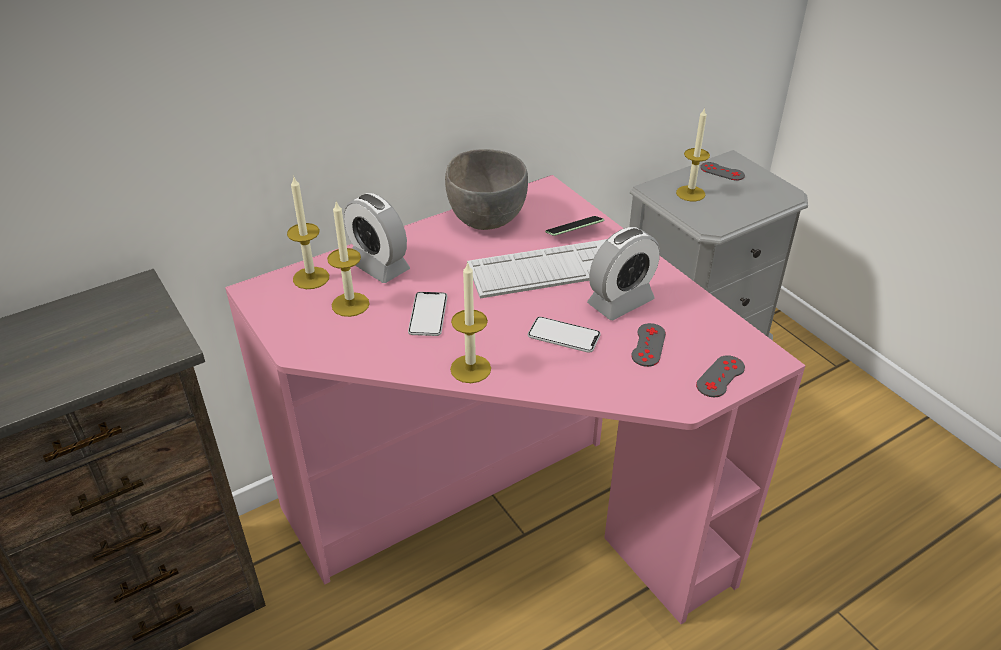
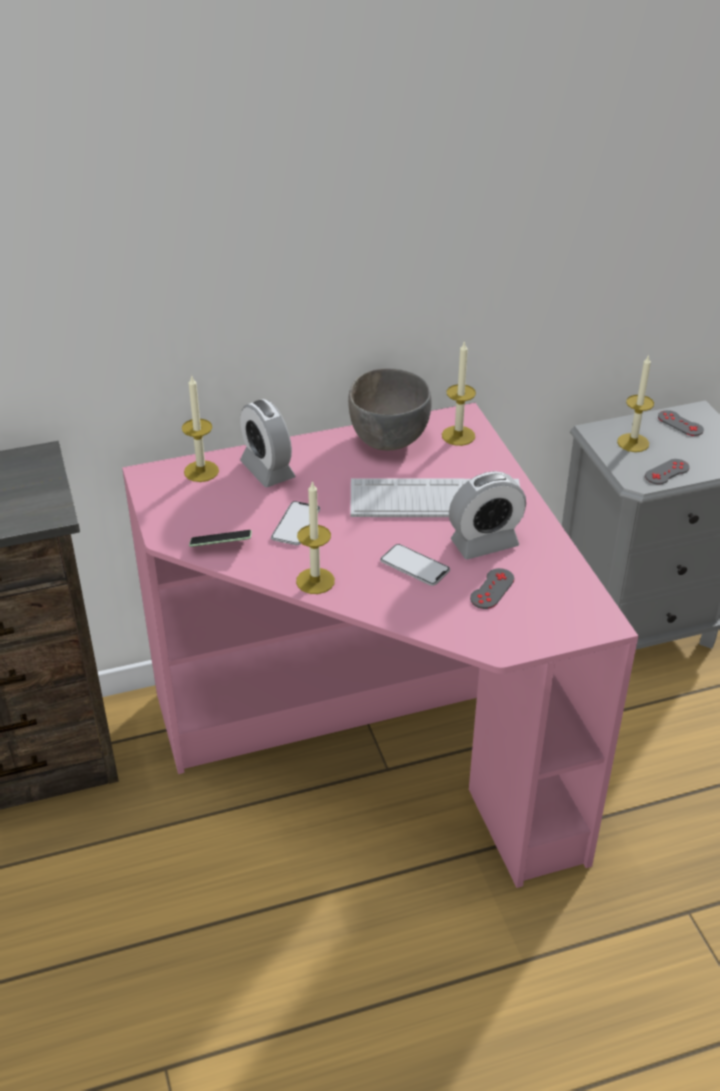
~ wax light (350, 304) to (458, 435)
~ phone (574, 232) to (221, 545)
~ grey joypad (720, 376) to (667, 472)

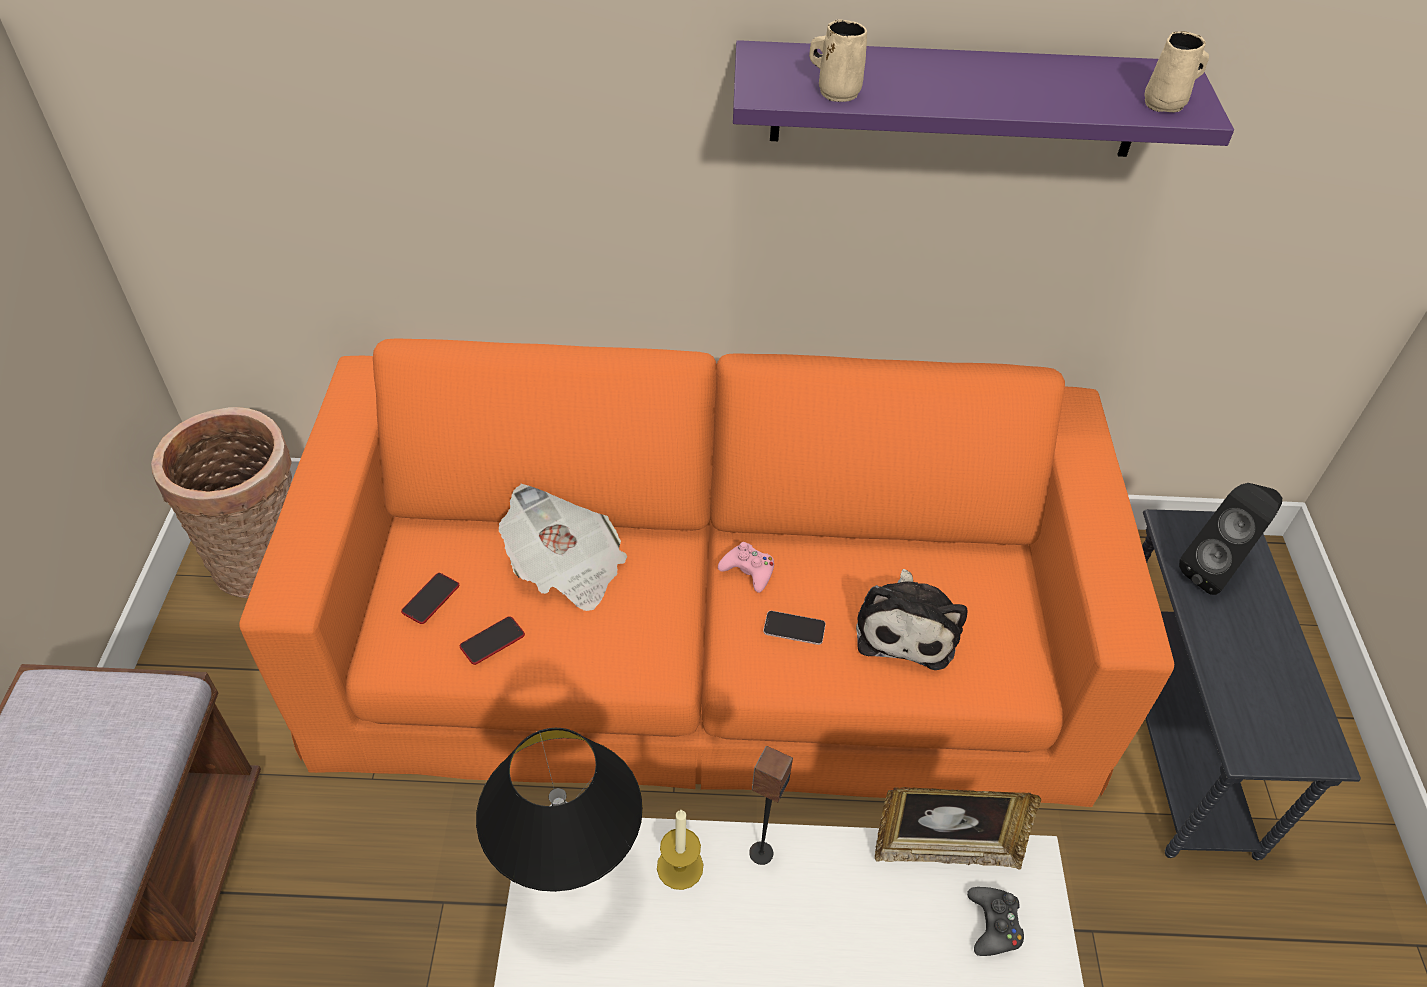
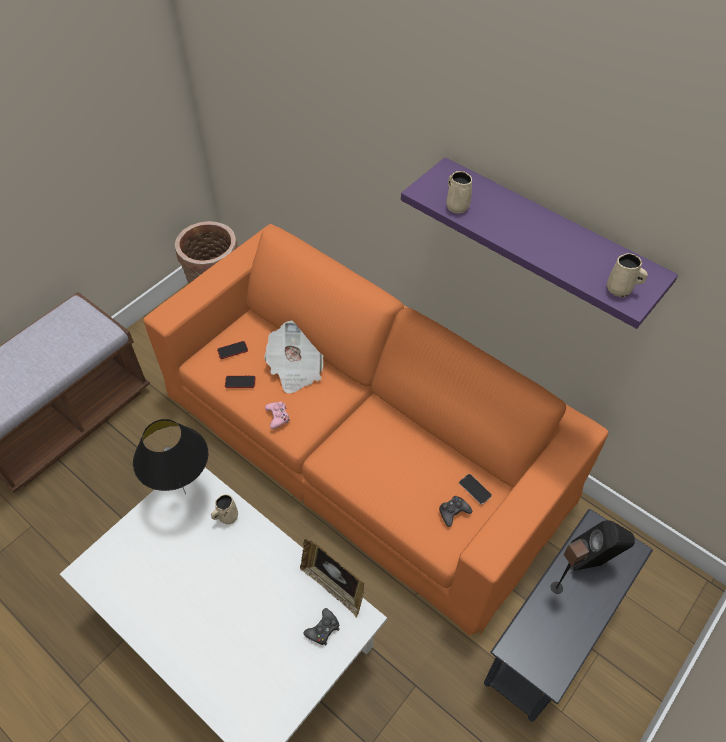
~ pinkish joypad (748, 571) to (278, 416)
- soft toy (907, 627)
~ phone (794, 628) to (475, 489)
~ loudspeaker (760, 852) to (556, 587)
~ wax light (680, 867) to sand-coloured coffee mug (227, 517)
+ blackish joypad (453, 512)

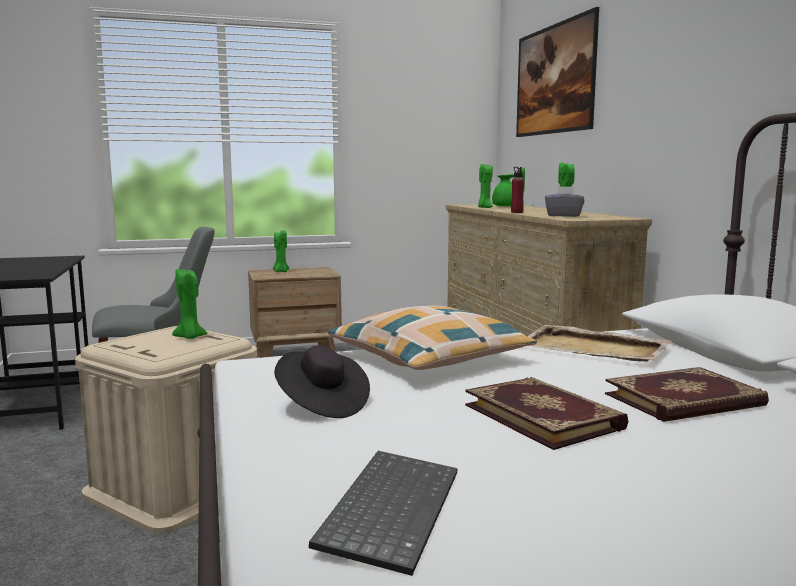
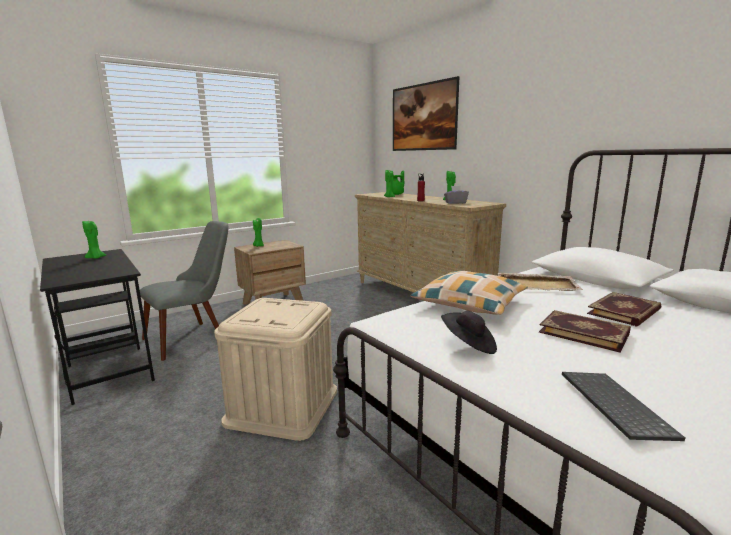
~ greenish wax light (190, 337) to (96, 258)

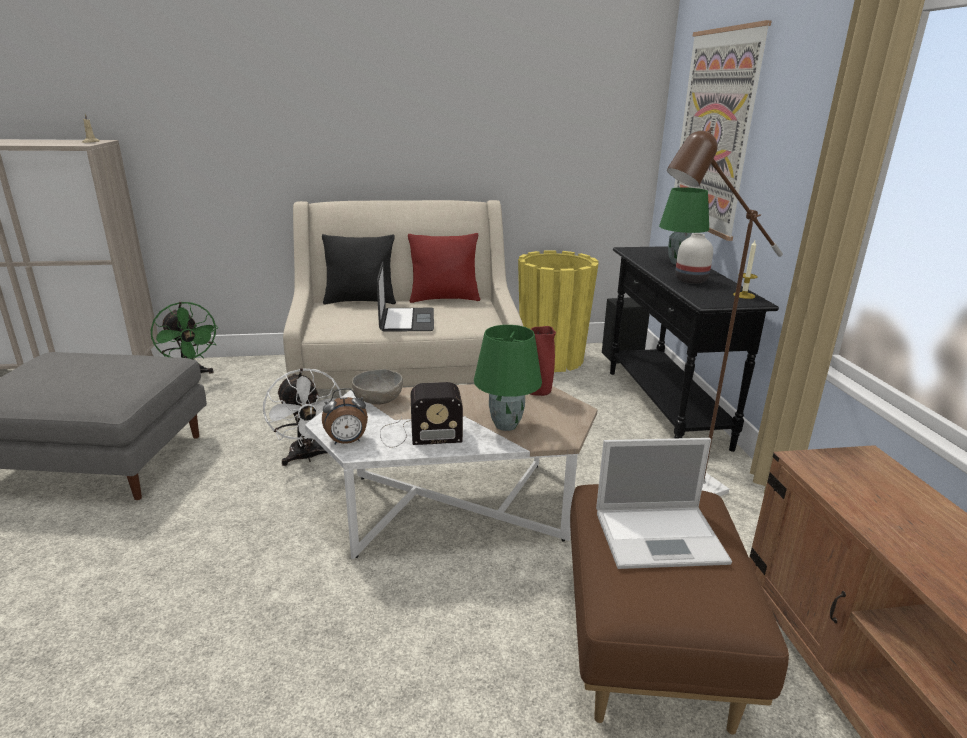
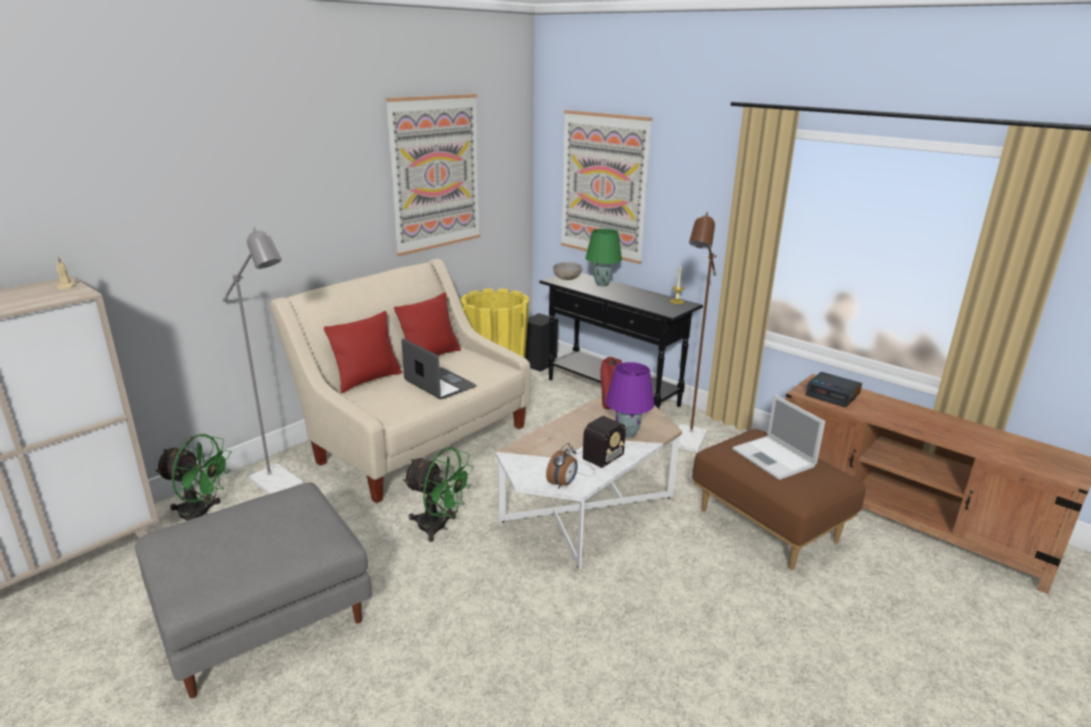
- white-coloured decorative vase (690, 280)
~ blackish cushion (360, 301) to red cushion (367, 380)
~ greenish tabletop lamp (505, 426) to purple tabletop lamp (627, 434)
~ white-coloured cooling fan (308, 457) to greenish cooling fan (439, 527)
~ grey bowl (378, 399) to (567, 278)
~ laptop (662, 536) = (774, 458) 105 degrees clockwise
+ wall picture (435, 173)
+ grey standard lamp (281, 486)
+ table clock (833, 395)

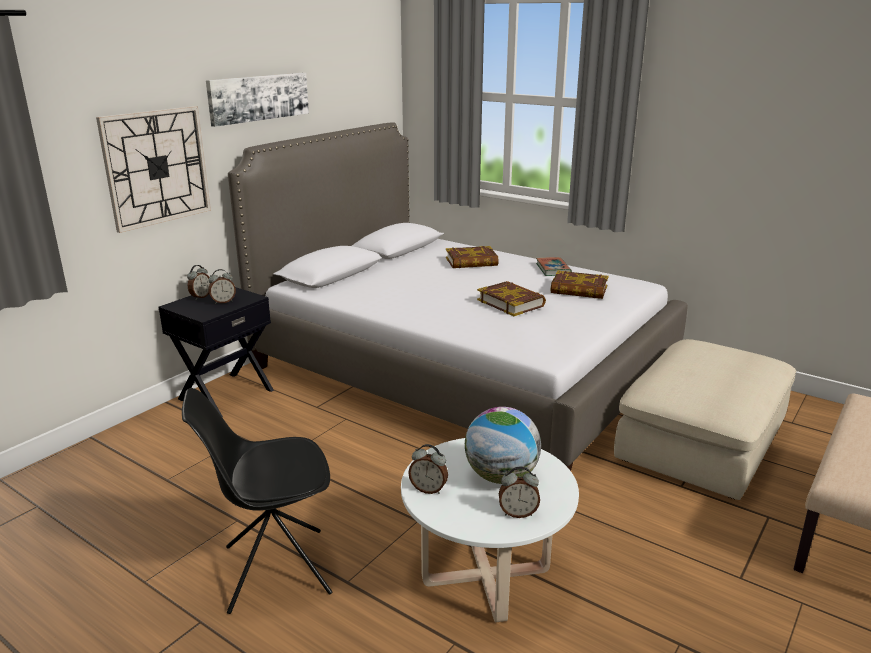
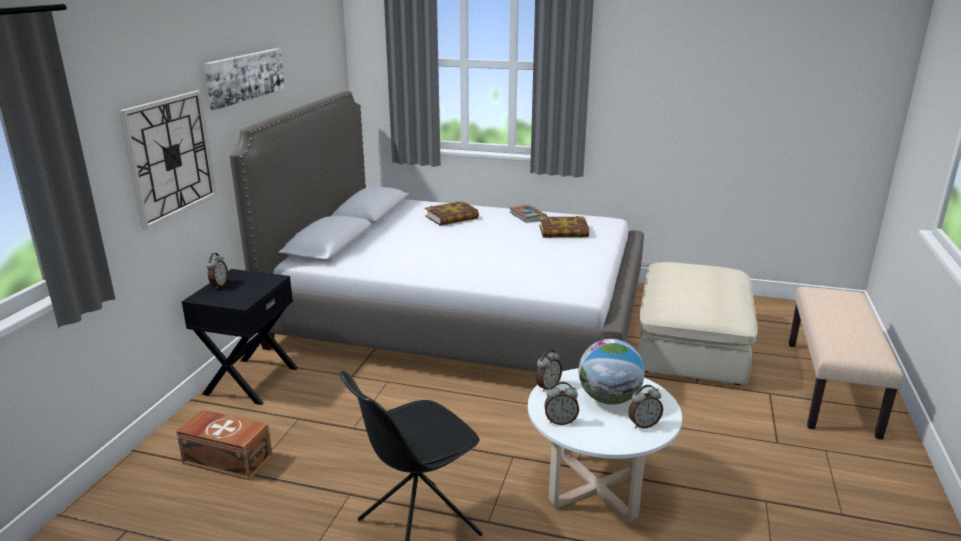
~ table clock (223, 302) to (547, 386)
- book (511, 303)
+ brown storage box (227, 458)

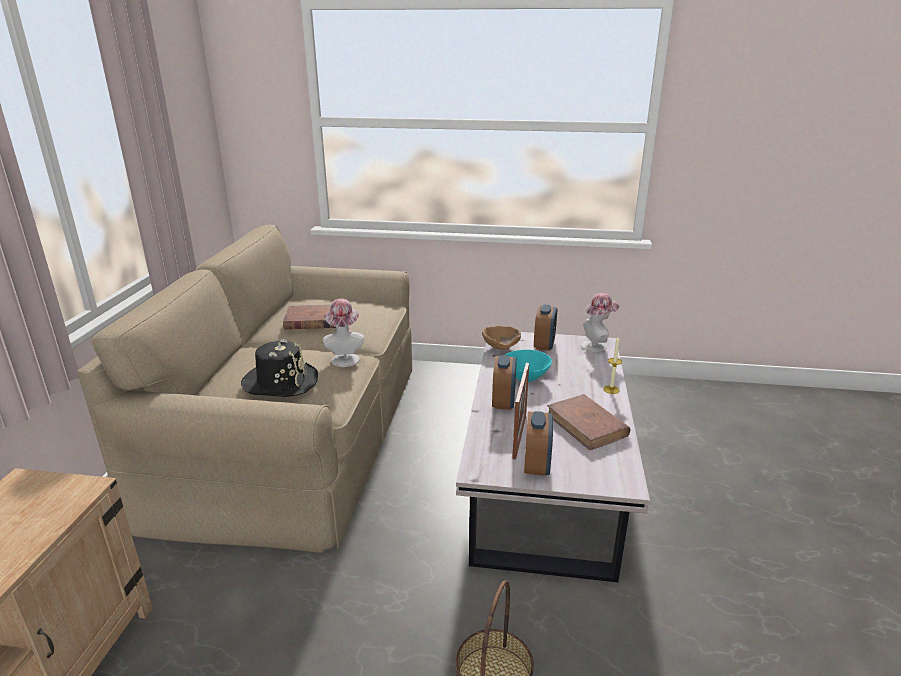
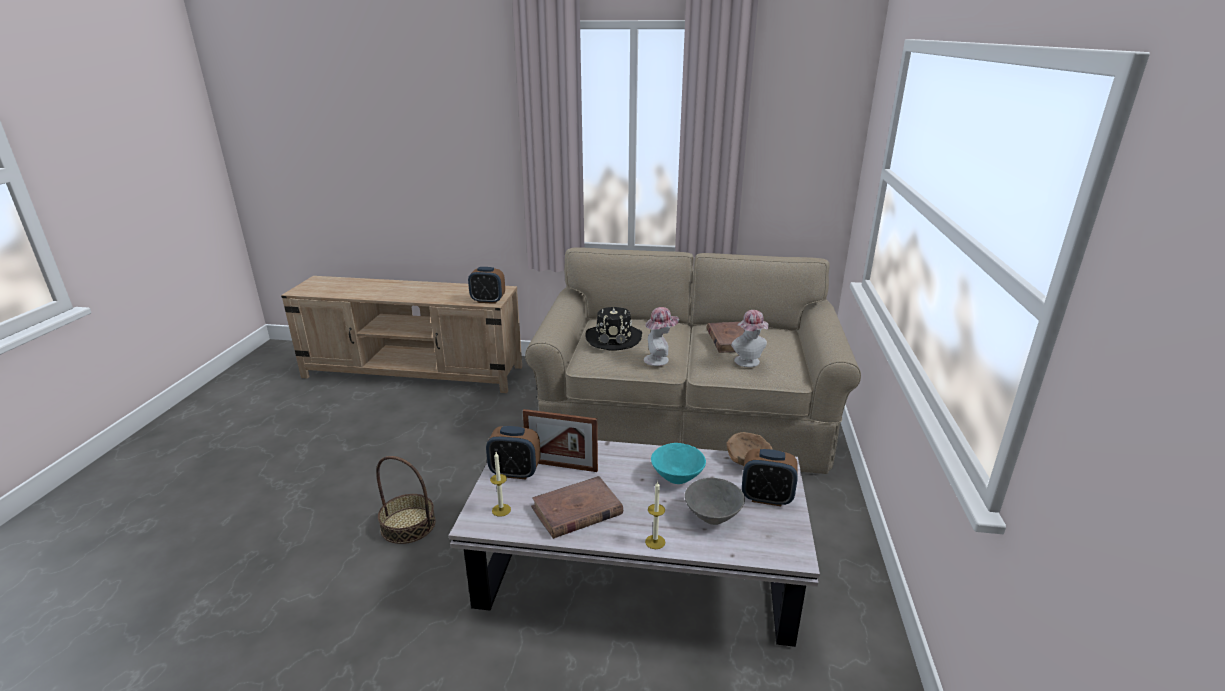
~ hat (596, 345) to (748, 363)
~ table clock (503, 402) to (488, 300)
+ wax light (501, 510)
+ grey bowl (712, 517)

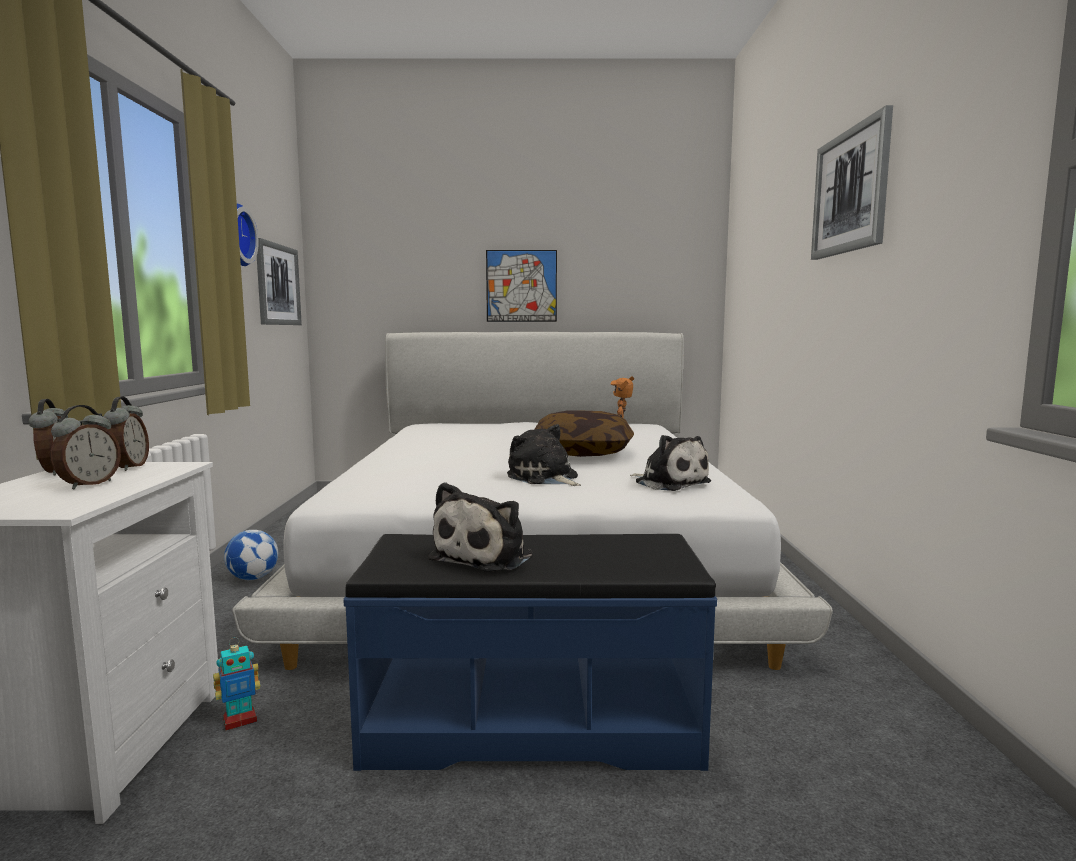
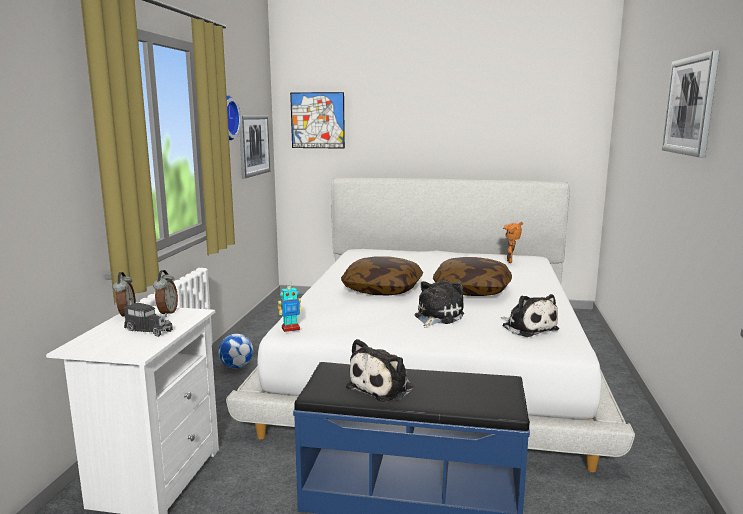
~ wall picture (521, 286) to (317, 120)
~ table clock (88, 484) to model truck (147, 329)
~ soft toy (544, 478) = (437, 317) 60 degrees clockwise
~ model robot (240, 720) to (290, 329)
+ cushion (382, 289)

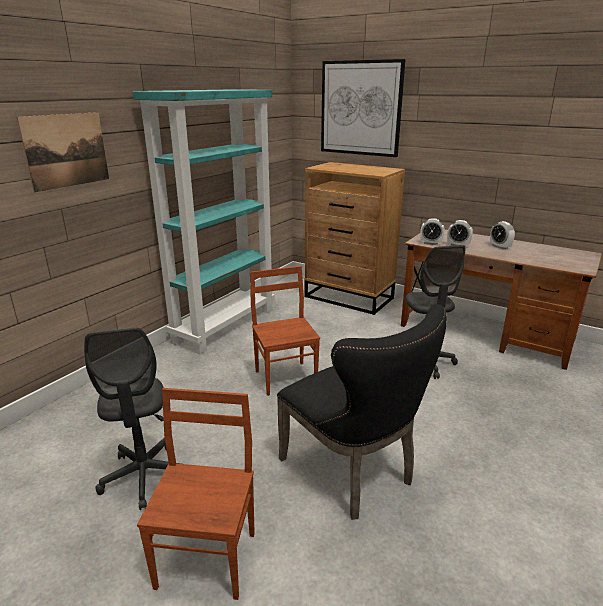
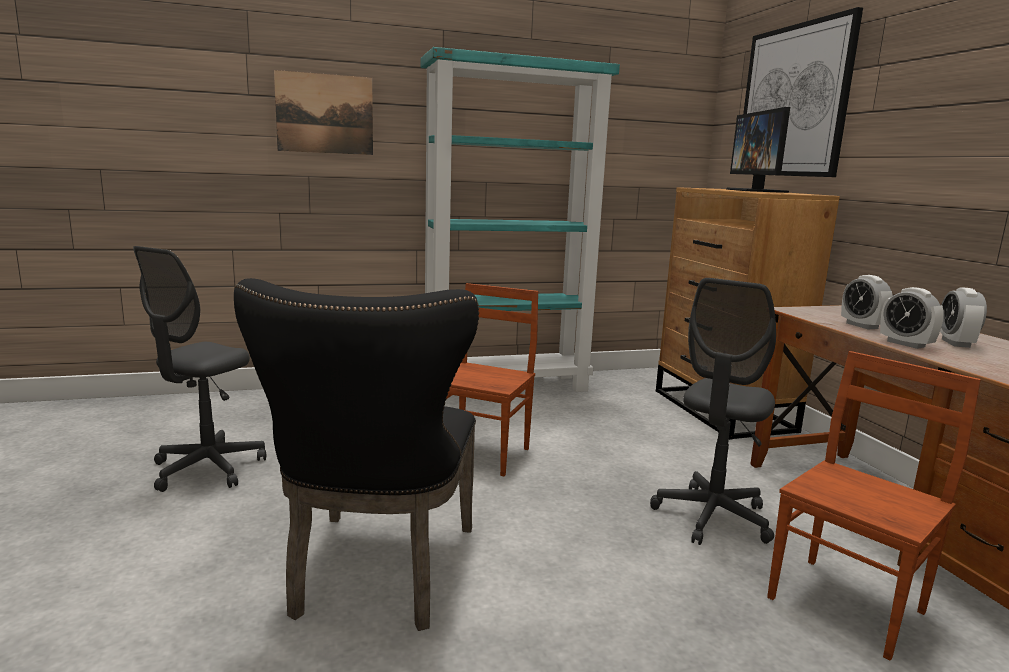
~ table clock (430, 243) to (906, 344)
~ brown chair (208, 558) to (848, 605)
+ computer display (756, 191)

